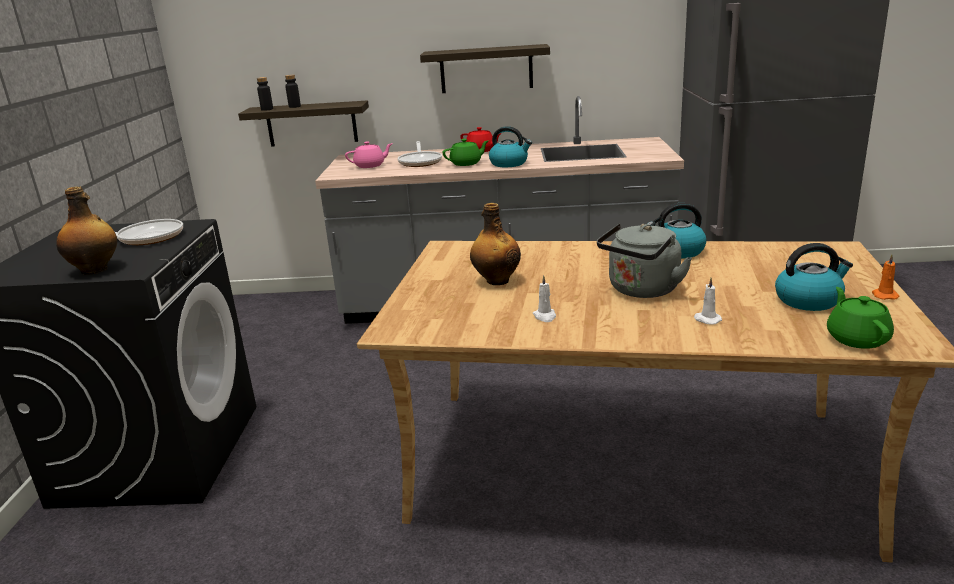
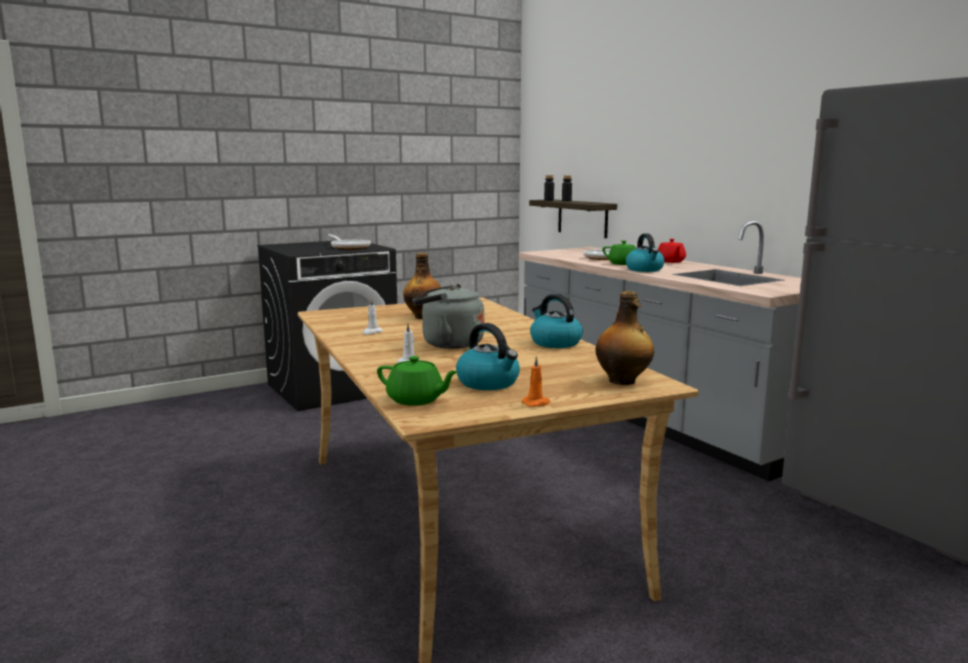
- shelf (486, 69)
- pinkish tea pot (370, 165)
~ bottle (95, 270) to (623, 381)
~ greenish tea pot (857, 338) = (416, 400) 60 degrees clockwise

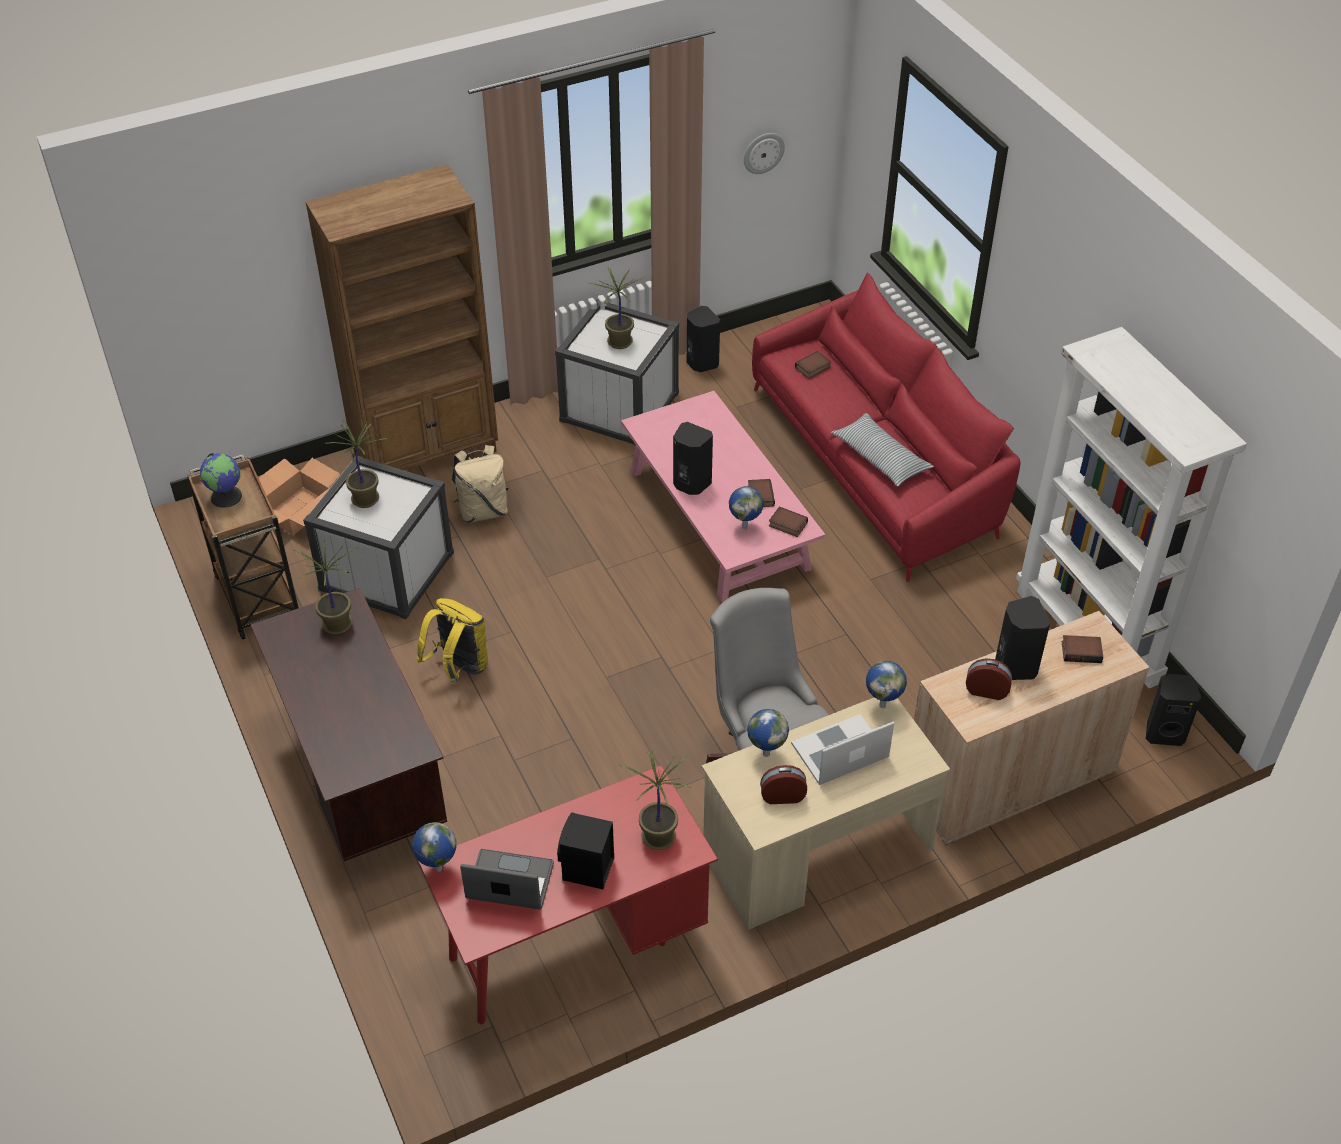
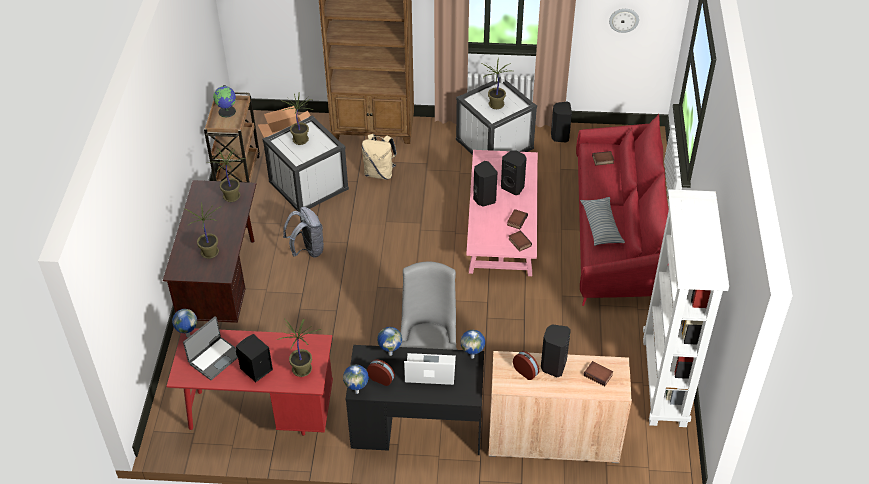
~ desk globe (745, 527) to (357, 391)
~ yellowish knapsack (459, 668) to grey knapsack (307, 250)
~ blackish loudspeaker (1164, 733) to (513, 187)
~ sand-coloured desk (817, 852) to blackish desk (417, 427)
~ laptop (509, 883) = (215, 358) 90 degrees clockwise
+ plant in a pot (209, 252)

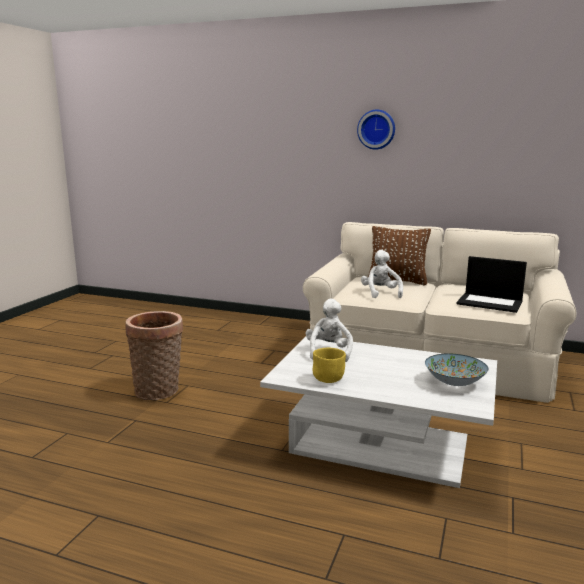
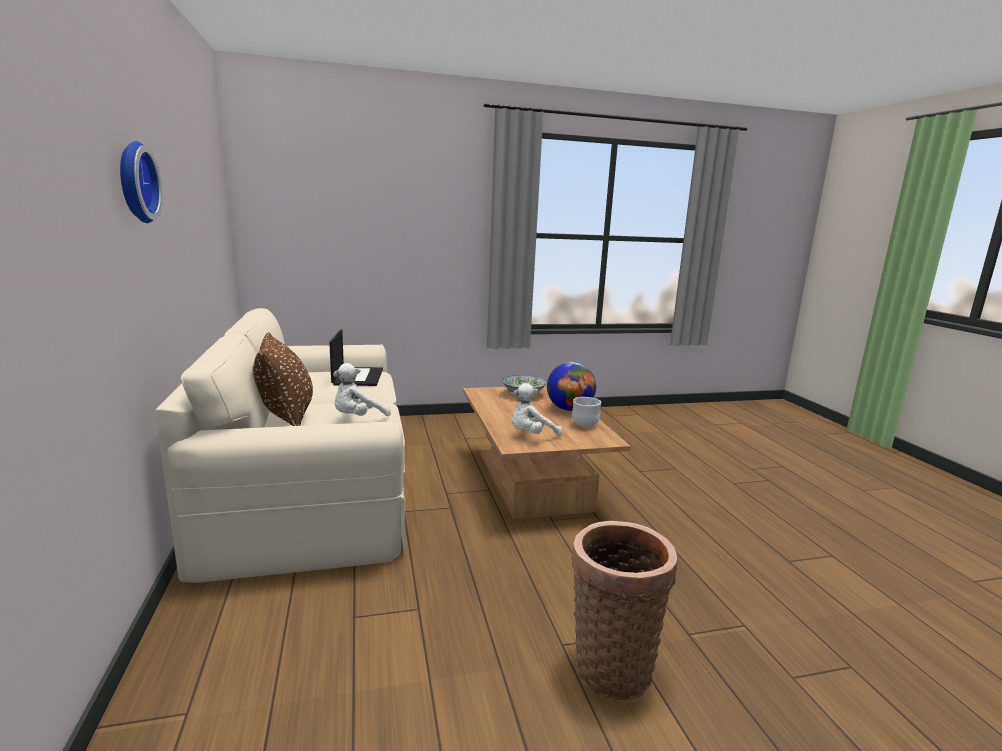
~ white-coloured lounge table (380, 445) to brown lounge table (532, 479)
~ yellowish bowl (329, 380) to white-coloured bowl (585, 425)
+ desk globe (569, 409)

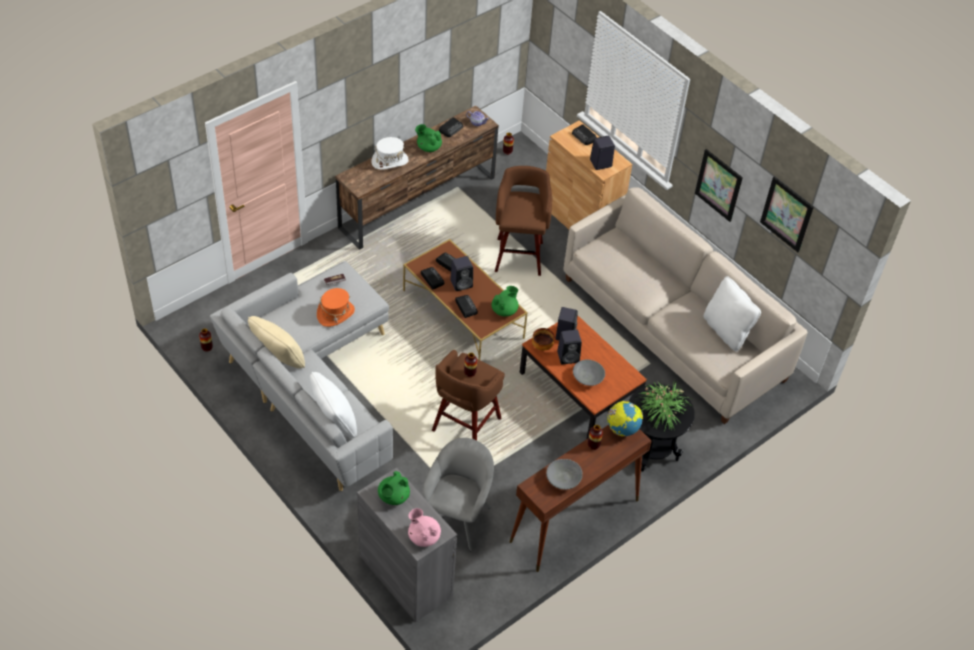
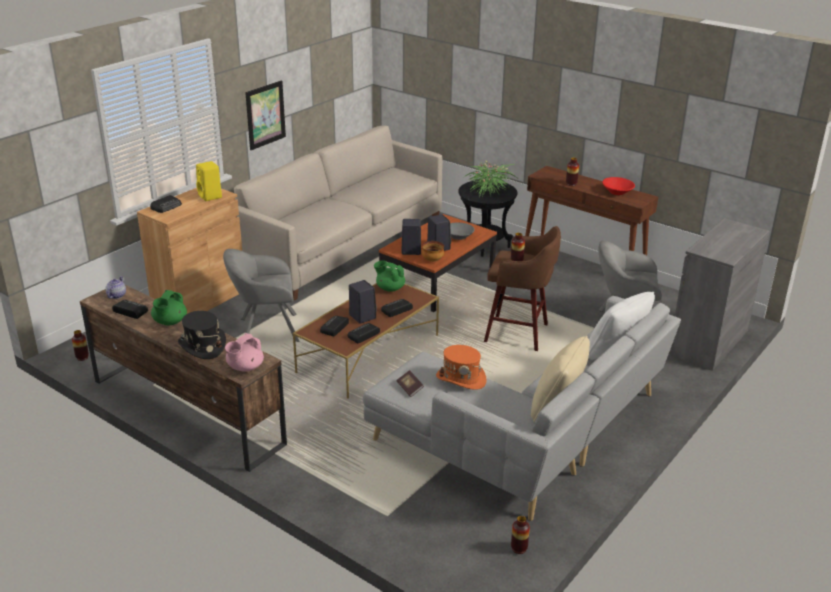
~ blackish loudspeaker (600, 163) to yellowish loudspeaker (210, 196)
~ white-coloured hat (390, 161) to blackish hat (202, 346)
~ brown stool seat (519, 255) to grey lounge chair (265, 330)
- wall picture (786, 214)
- white-coloured cushion (726, 331)
- desk globe (622, 429)
~ grey bowl (563, 479) to red bowl (617, 192)
- greenish tea pot (393, 497)
~ pinkish tea pot (423, 536) to (245, 367)

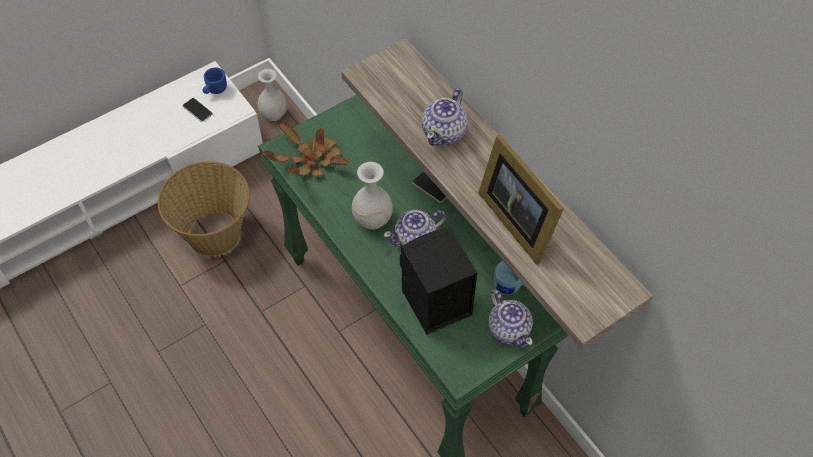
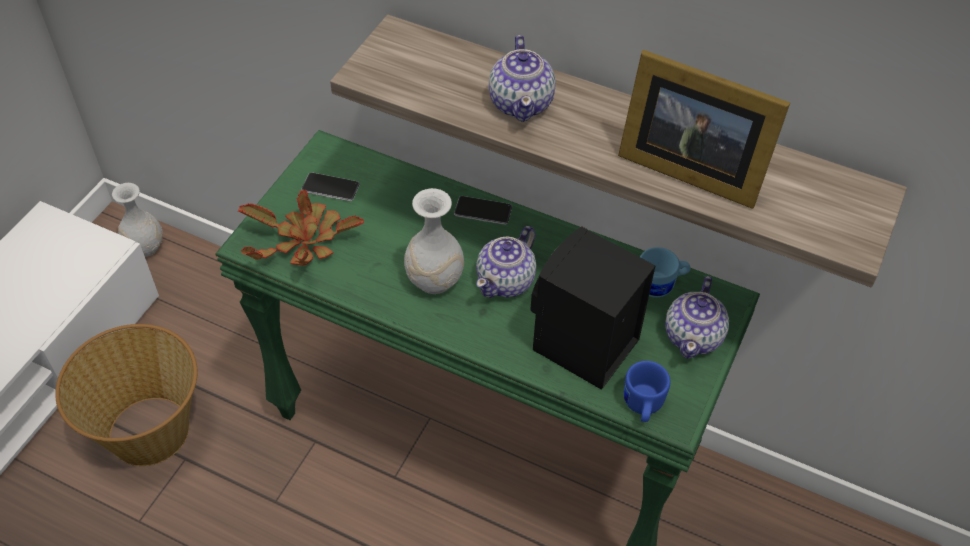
~ blue coffee mug (214, 90) to (642, 406)
~ phone (197, 110) to (330, 188)
~ tea pot (509, 329) = (694, 336) 75 degrees clockwise

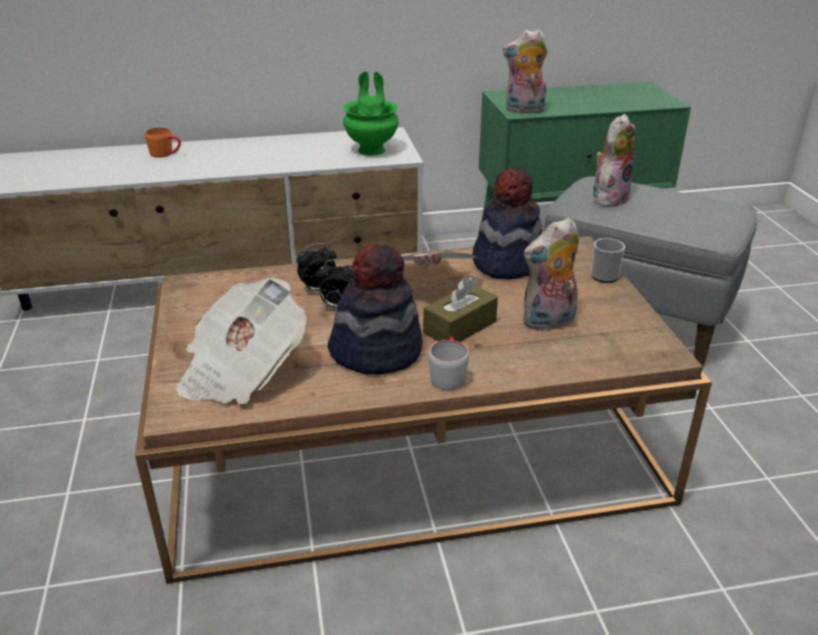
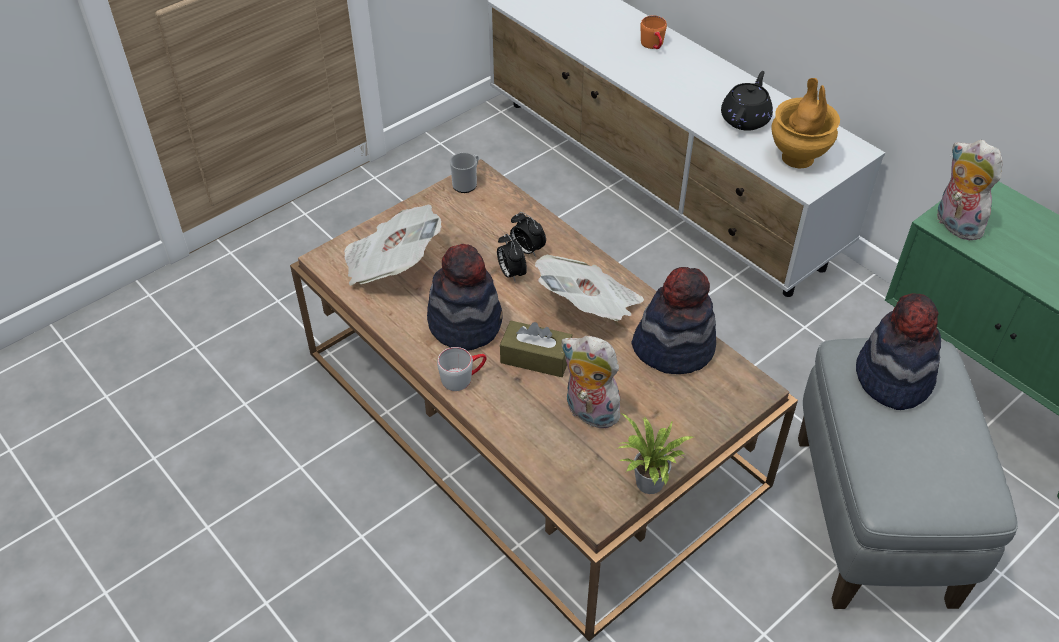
~ greenish decorative vase (372, 150) to brown decorative vase (798, 158)
~ soft toy (609, 197) to hat (892, 378)
~ coffee mug (603, 274) to (466, 183)
+ blackish tea pot (745, 119)
+ plant in a pot (647, 485)

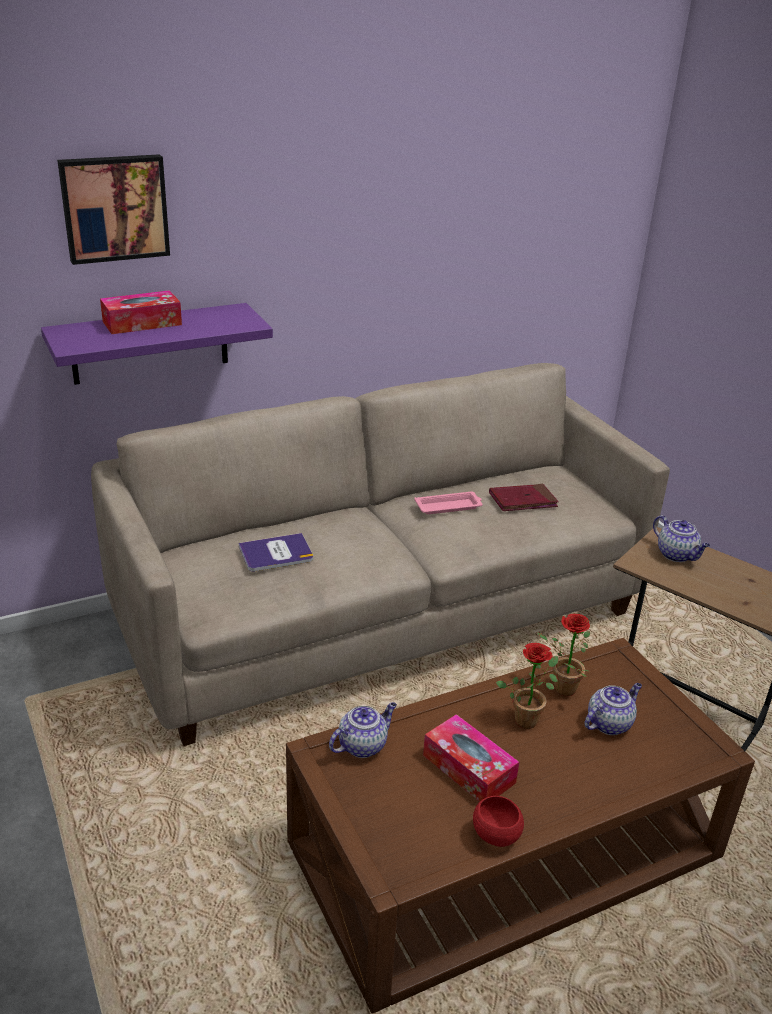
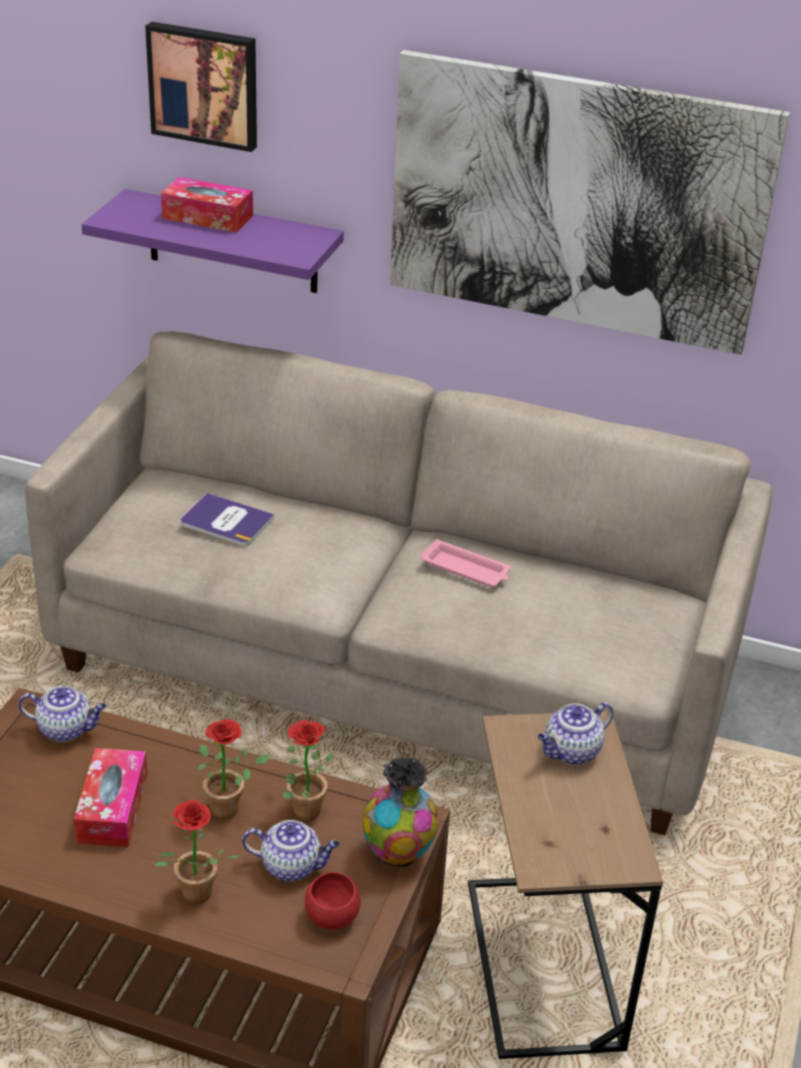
- red book (522, 500)
~ tea pot (677, 555) = (571, 752) 45 degrees clockwise
~ red bowl (496, 835) to (332, 916)
+ wall picture (576, 202)
+ decorative vase (399, 852)
+ plant in a pot (193, 897)

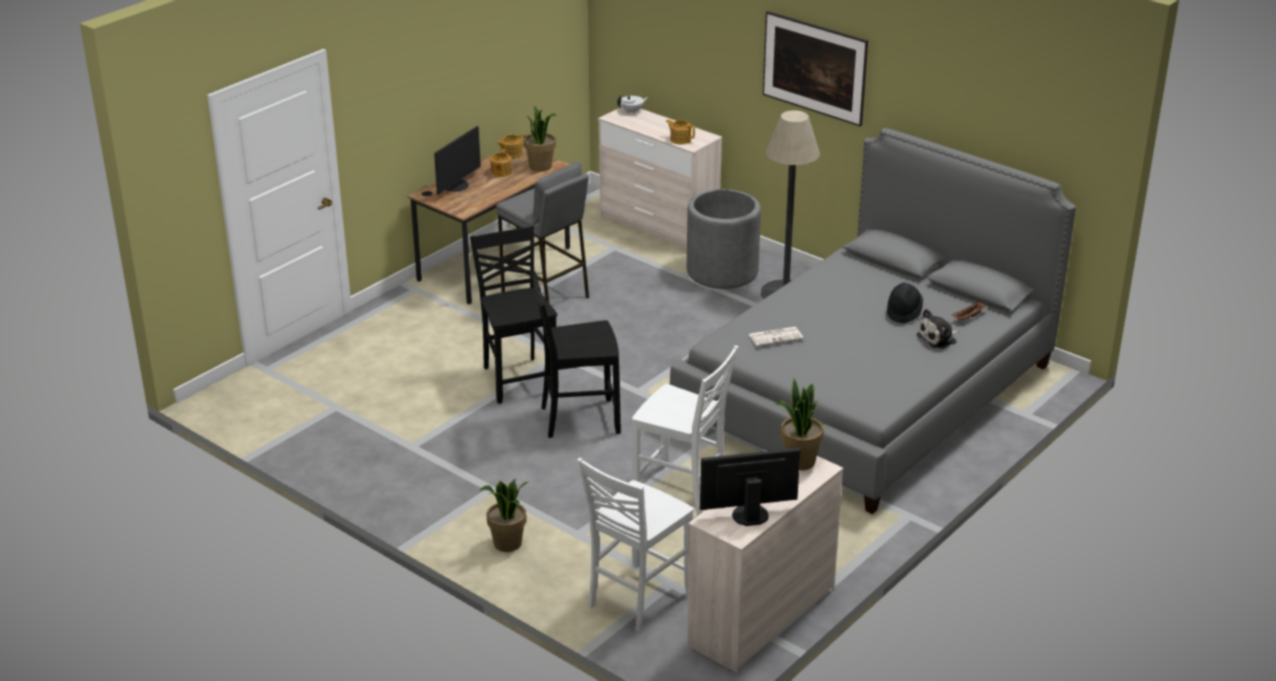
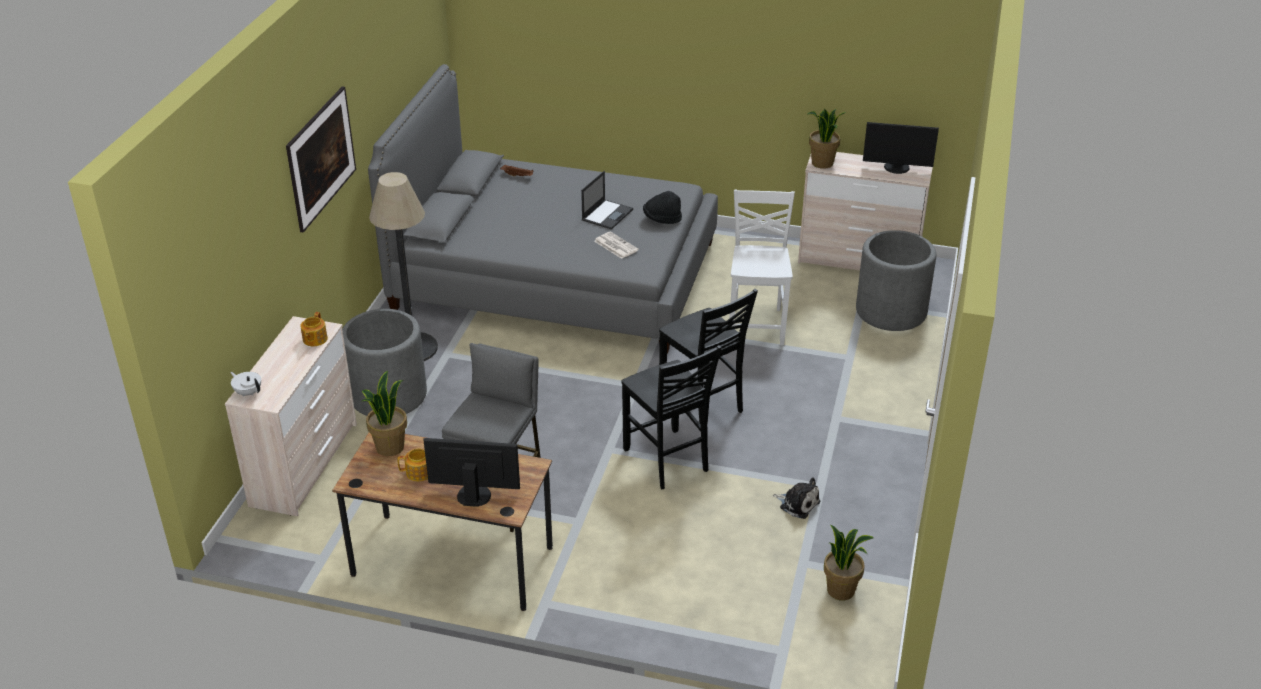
- tea pot (511, 154)
~ blackish chair (518, 379) = (667, 461) 75 degrees counterclockwise
~ blackish hat (903, 312) to (662, 219)
~ soft toy (939, 338) to (797, 503)
~ computer display (749, 514) = (896, 168) 45 degrees counterclockwise
~ white-coloured chair (637, 599) to grey flower pot (891, 311)
~ plant in a pot (507, 544) to (841, 590)
+ laptop (607, 214)

